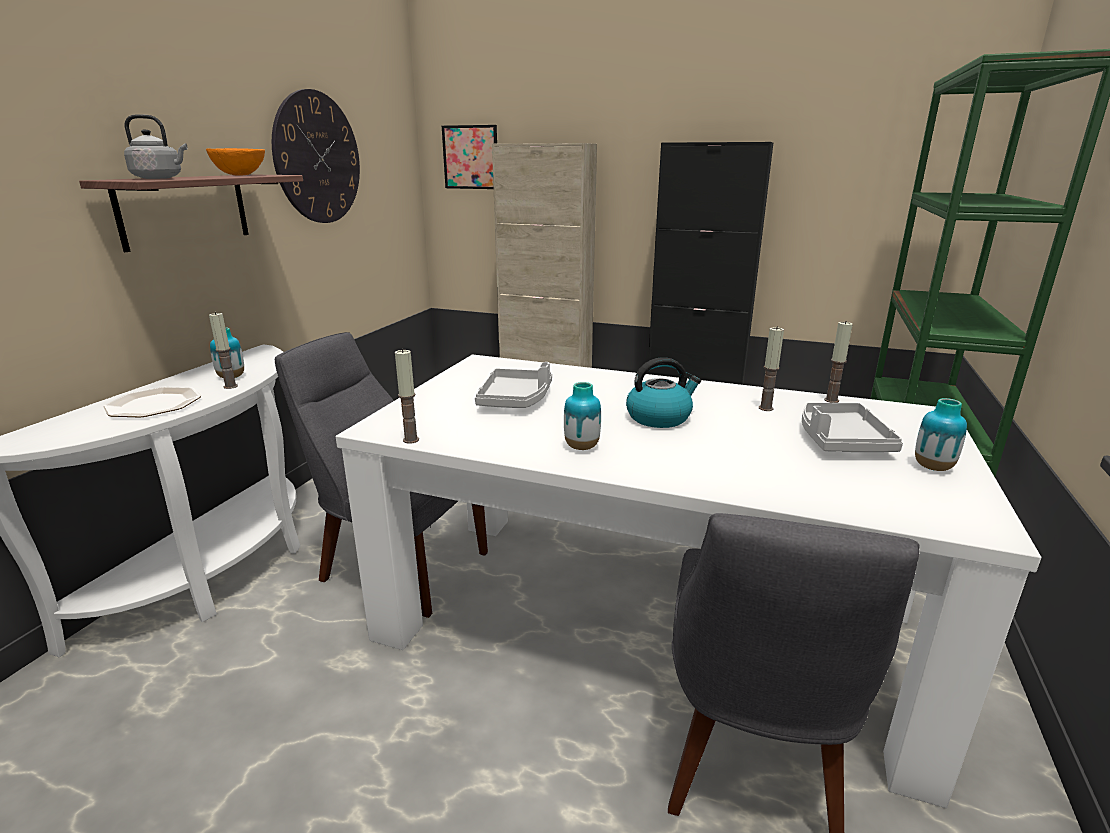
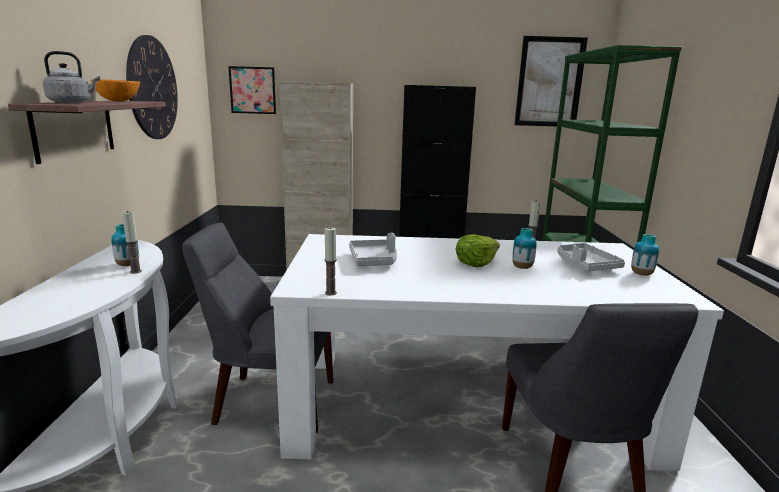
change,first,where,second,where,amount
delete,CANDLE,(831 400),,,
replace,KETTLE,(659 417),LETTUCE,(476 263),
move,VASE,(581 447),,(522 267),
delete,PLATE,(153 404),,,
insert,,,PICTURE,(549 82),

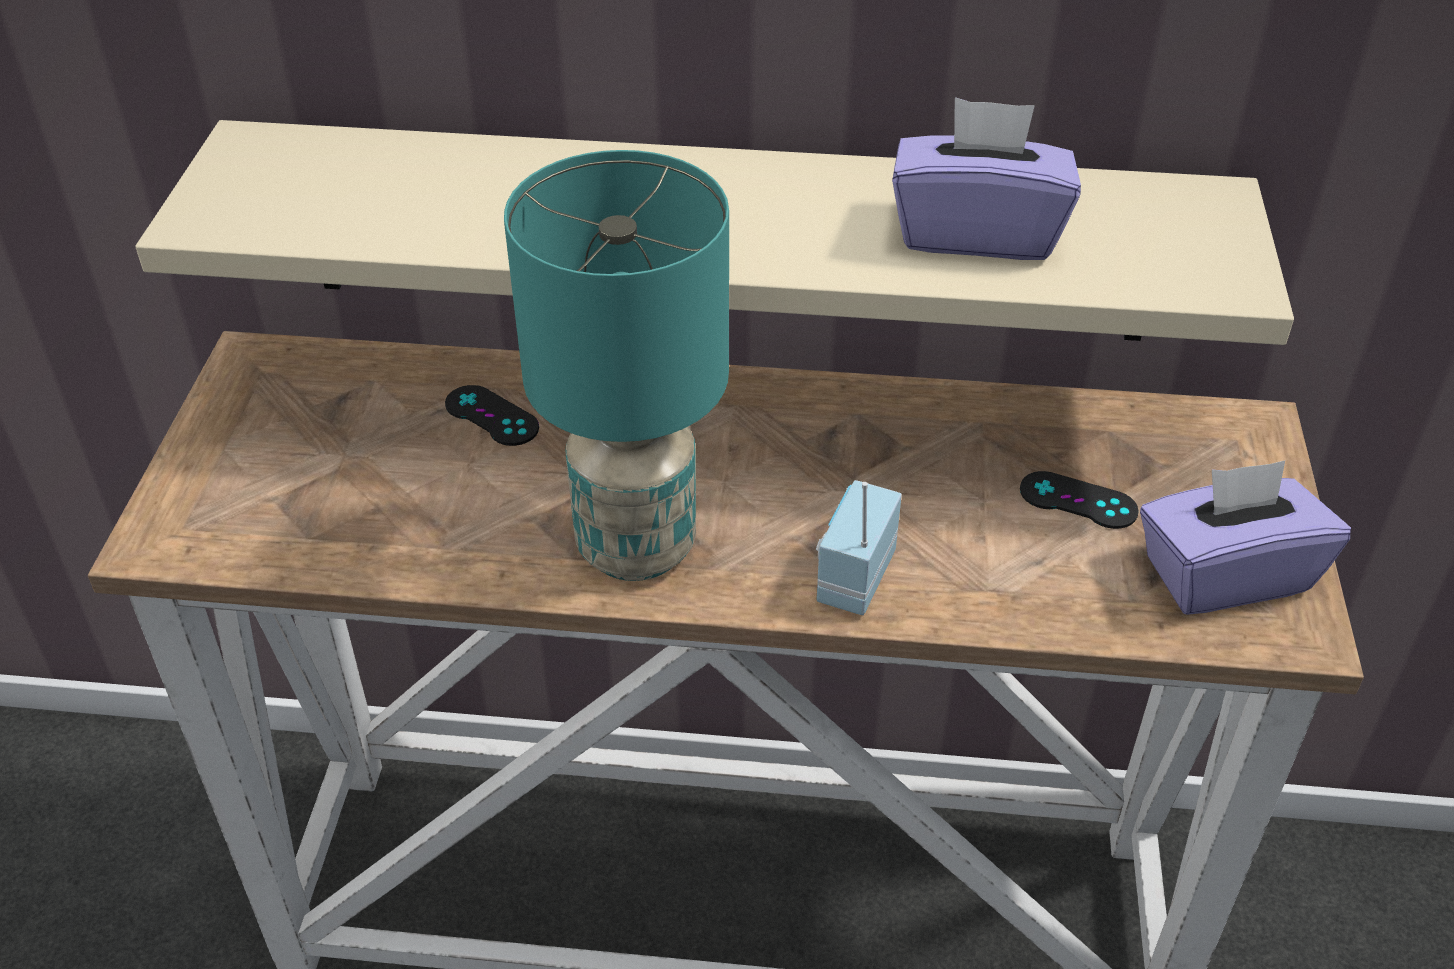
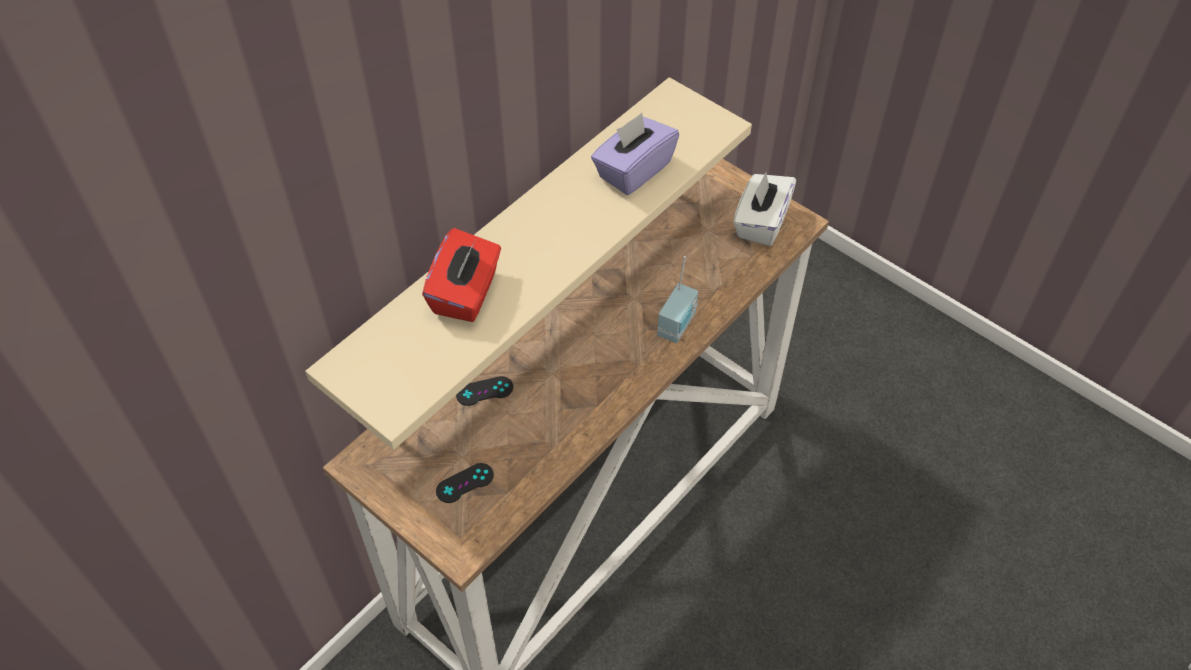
change,first,where,second,where,amount
delete,TURQUOISE TABLE LAMP,(636 544),,,
recolor,PURPLE TISSUE BOX,(1225 574),WHITE TISSUE BOX,(761 222),
move,BLACK GAME CONTROLLER,(1078 501),,(465 483),
rotate,RADIO,(852 577),,(678 325),120 degrees counterclockwise
insert,,,RED TISSUE BOX,(466 293),

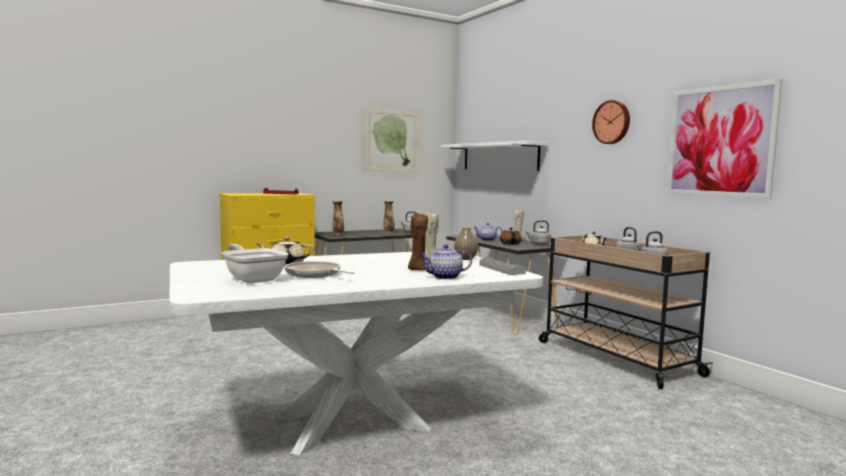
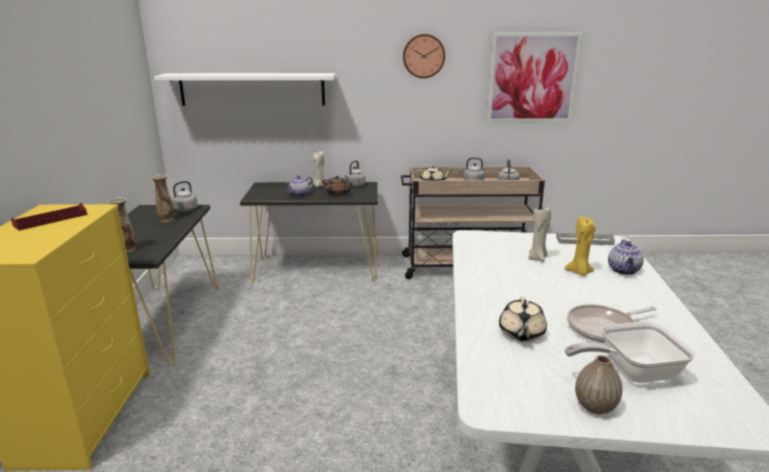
change,first,where,second,where,amount
delete,PICTURE,(392 140),,,
recolor,BROWN CANDLE,(417 269),YELLOW CANDLE,(579 272),
move,VASE,(465 259),,(595 407),

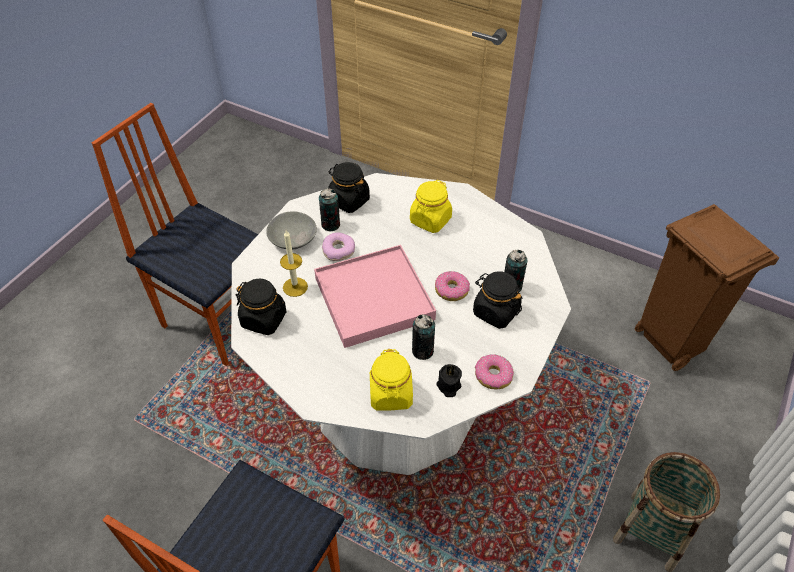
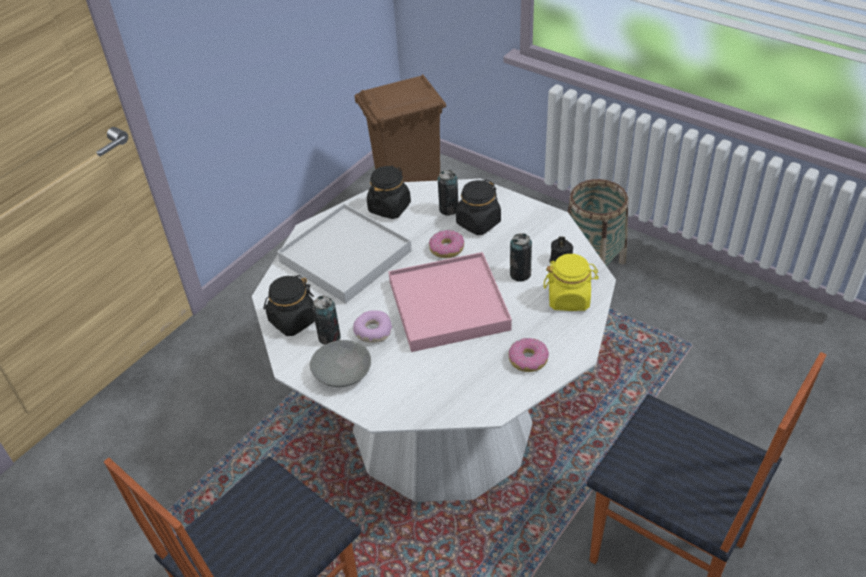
change,first,where,second,where,amount
replace,YELLOW JAR,(430 220),WHITE TRAY,(345 256),
delete,CANDLE,(295 287),,,
move,BLACK JAR,(264 319),,(389 207),
move,DONUT,(493 376),,(528 360),

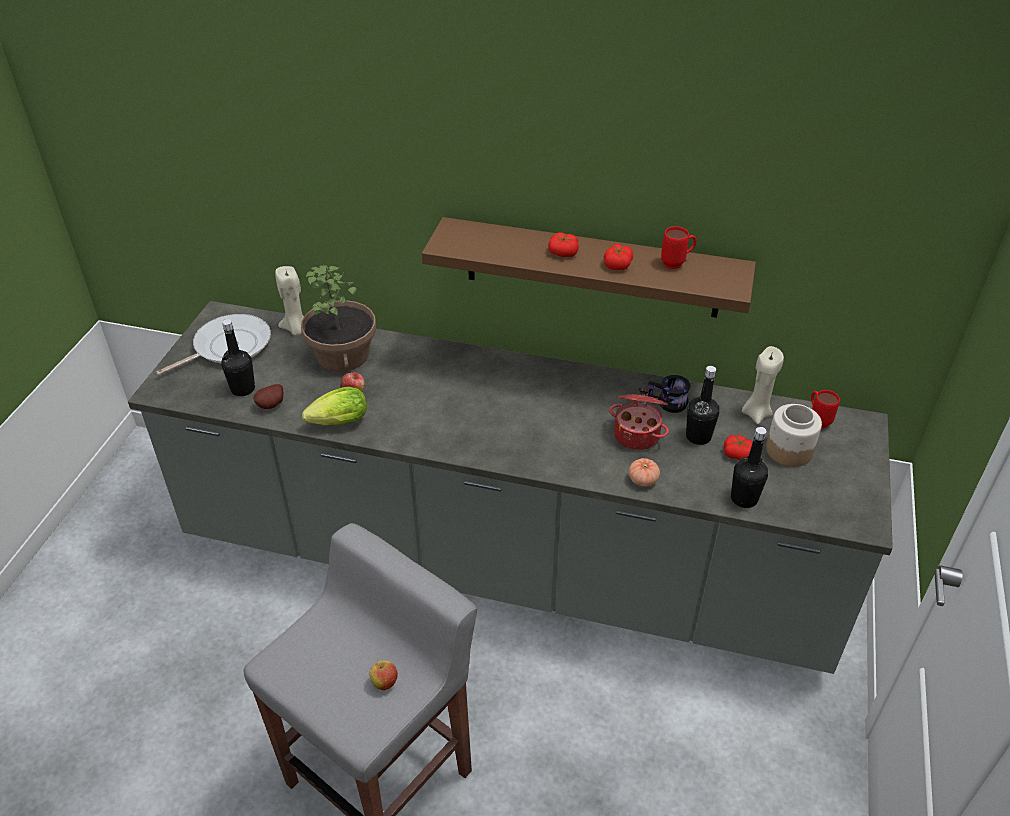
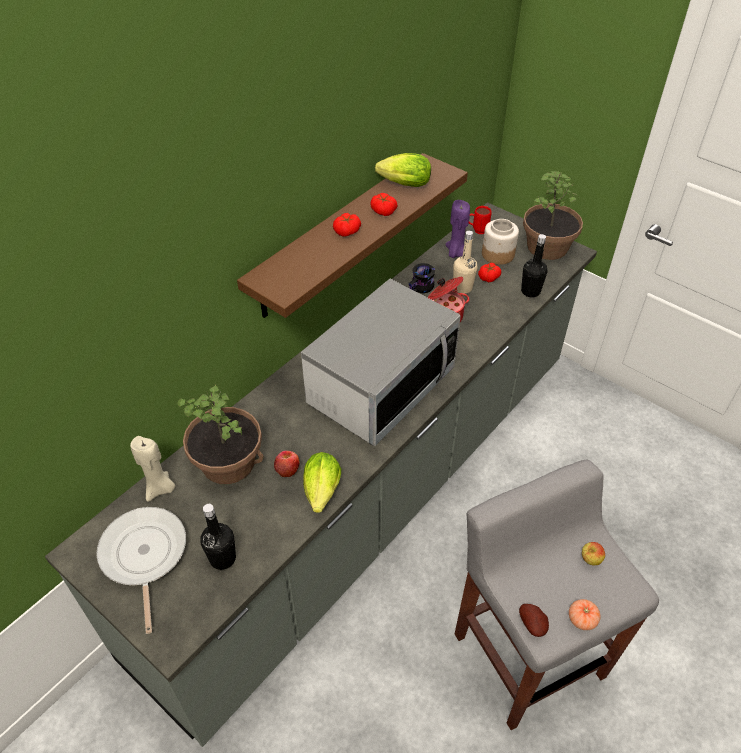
change,first,where,second,where,amount
replace,RED MUG,(677 263),LETTUCE,(402 184),
recolor,BEIGE CANDLE,(756 413),PURPLE CANDLE,(455 253),
recolor,BLACK BOTTLE,(698 436),BEIGE BOTTLE,(462 288),
move,POTATO,(272 405),,(533 625),
move,TOMATO,(643 480),,(582 619),
insert,,,POTTED PLANT,(548 247),
insert,,,MICROWAVE,(381 387),

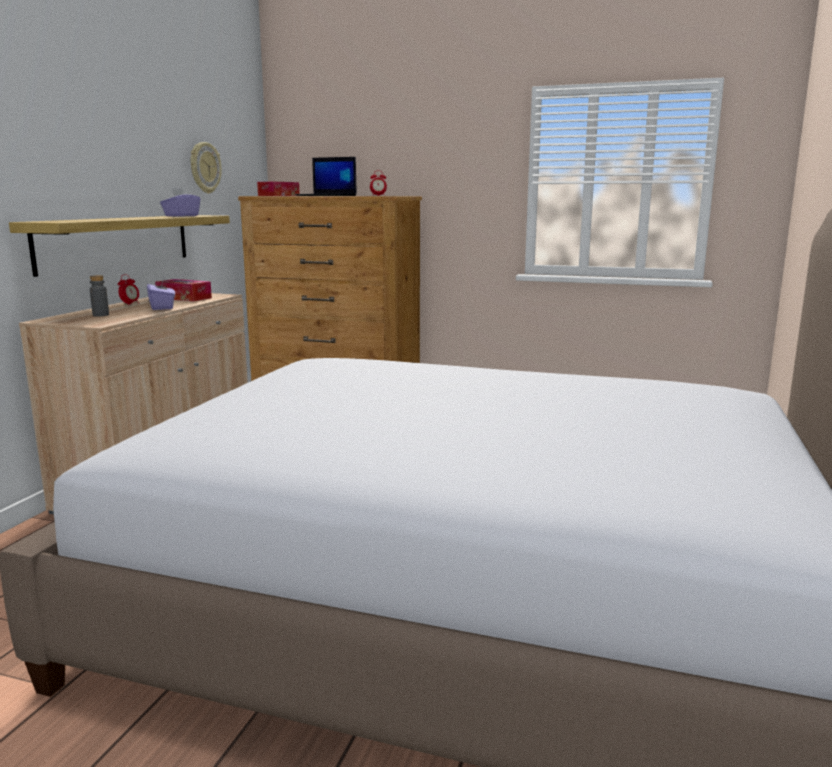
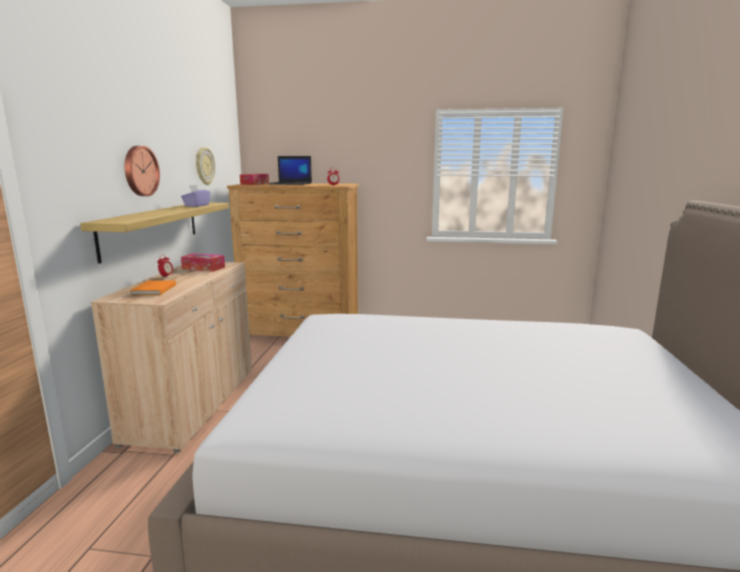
change,first,where,second,where,amount
replace,GREY BOTTLE,(101 315),ORANGE BOOK,(153 290),
delete,PURPLE TISSUE BOX,(162 307),,,
insert,,,WALL CLOCK,(140 171),

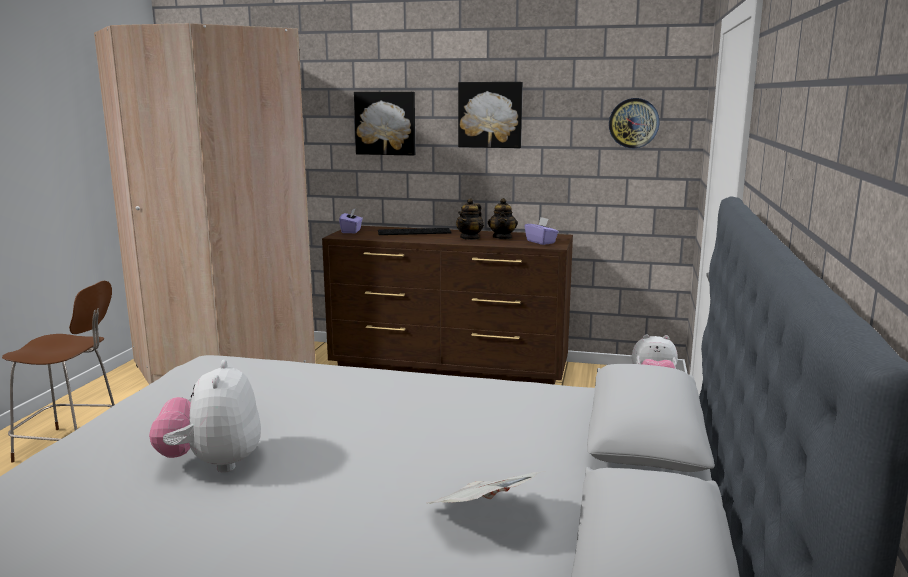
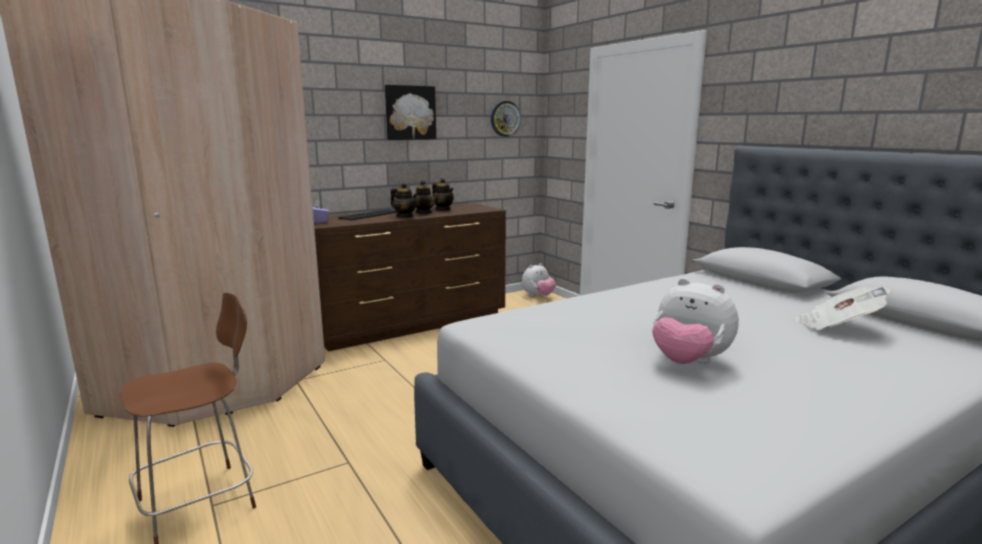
change,first,where,second,where,amount
delete,PICTURE,(385 123),,,
delete,PURPLE TISSUE BOX,(541 242),,,
insert,,,TEAPOT,(405 216),

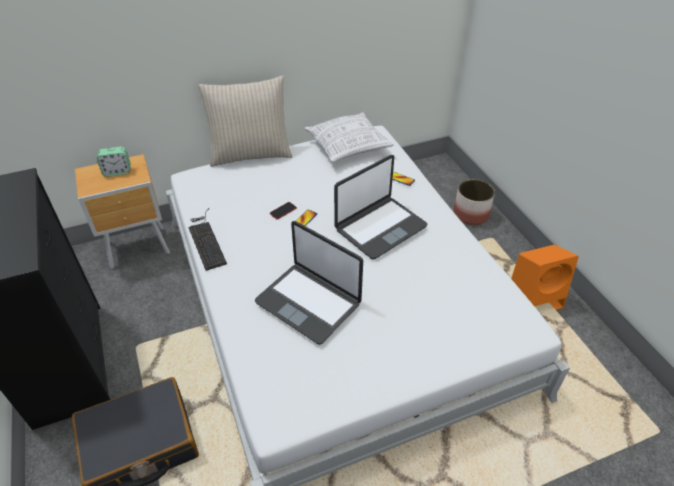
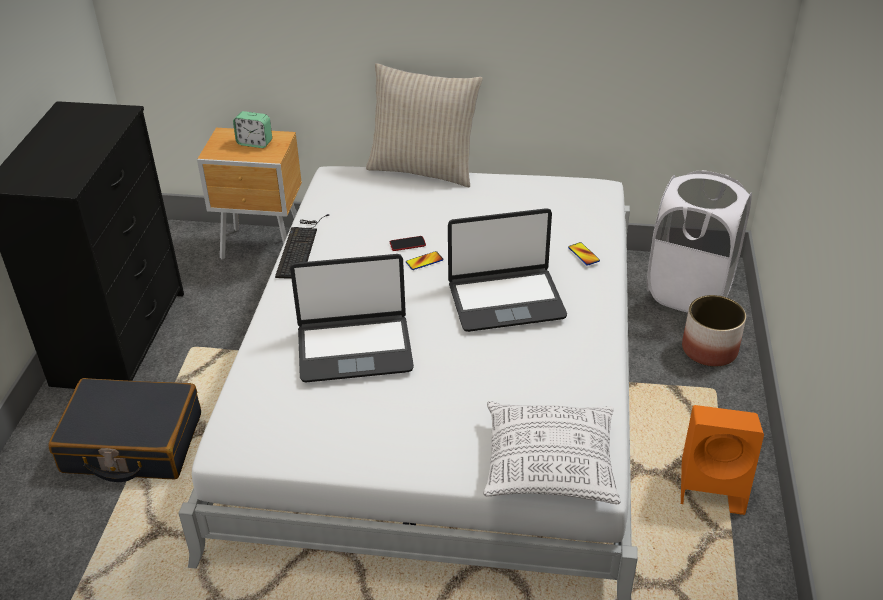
change,first,where,second,where,amount
move,PILLOW,(347 146),,(549 466),
rotate,LAPTOP,(309 302),,(354 348),75 degrees counterclockwise
insert,,,WHITE LAUNDRY BASKET,(689 291),

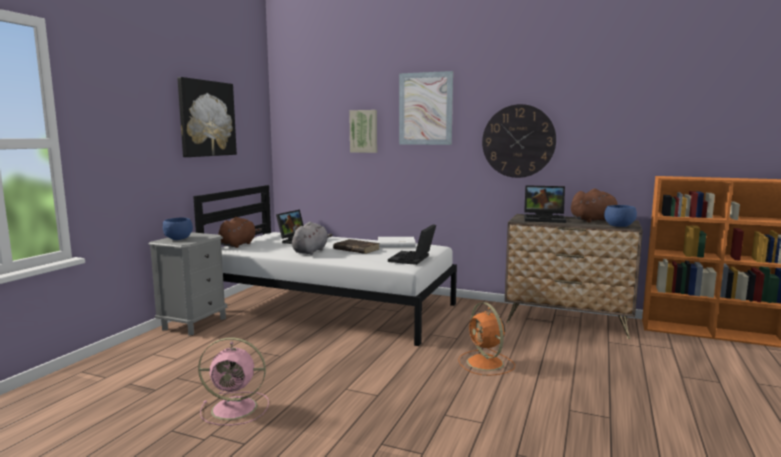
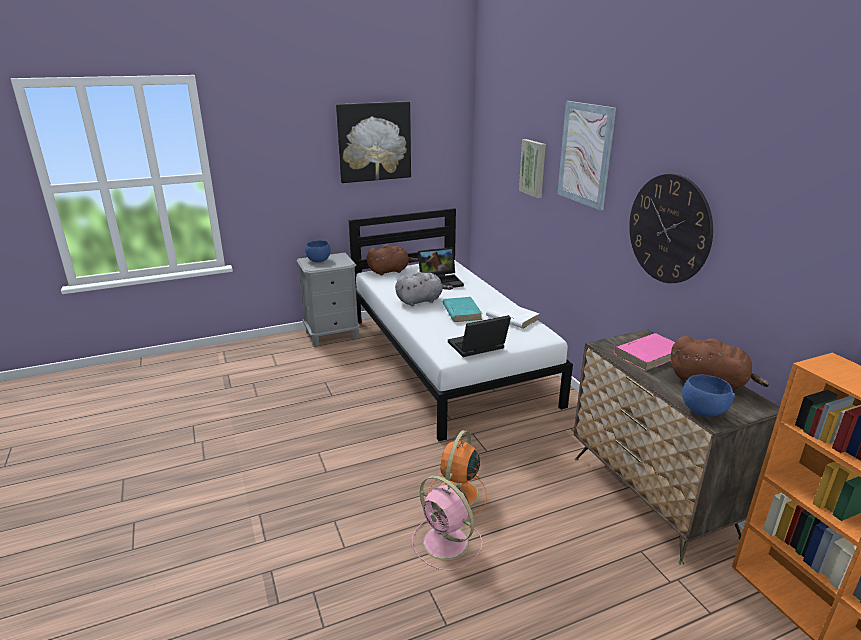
change,first,where,second,where,amount
replace,LAPTOP,(545 219),PINK BOOK,(649 354),
recolor,BROWN BOOK,(356 249),TURQUOISE BOOK,(461 312),
move,PINK FAN,(236 408),,(447 543),

